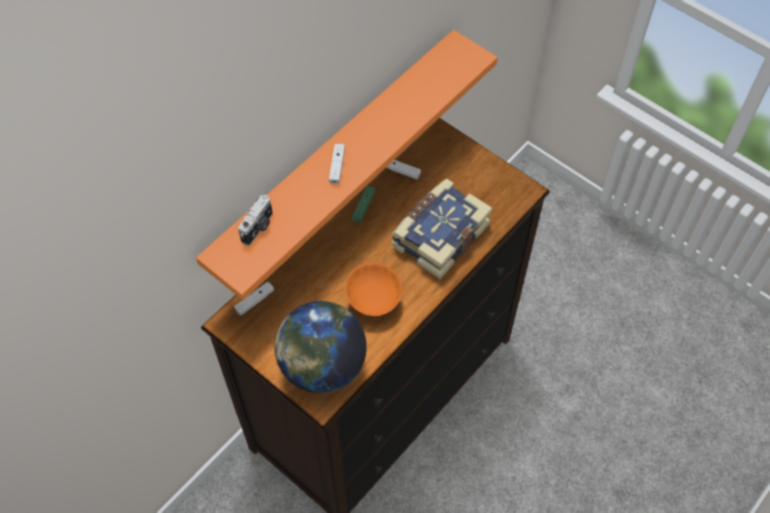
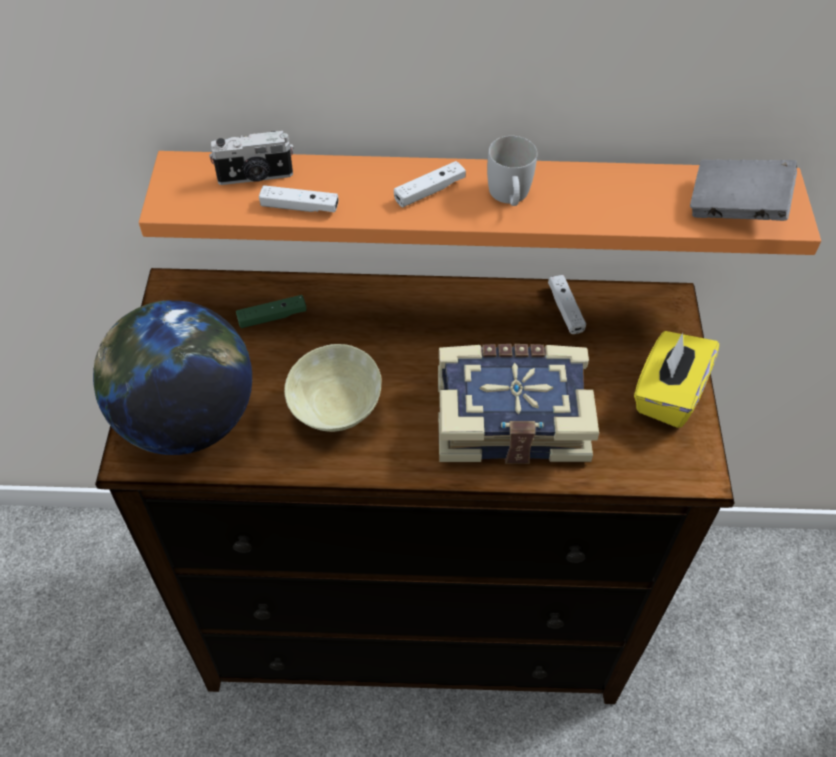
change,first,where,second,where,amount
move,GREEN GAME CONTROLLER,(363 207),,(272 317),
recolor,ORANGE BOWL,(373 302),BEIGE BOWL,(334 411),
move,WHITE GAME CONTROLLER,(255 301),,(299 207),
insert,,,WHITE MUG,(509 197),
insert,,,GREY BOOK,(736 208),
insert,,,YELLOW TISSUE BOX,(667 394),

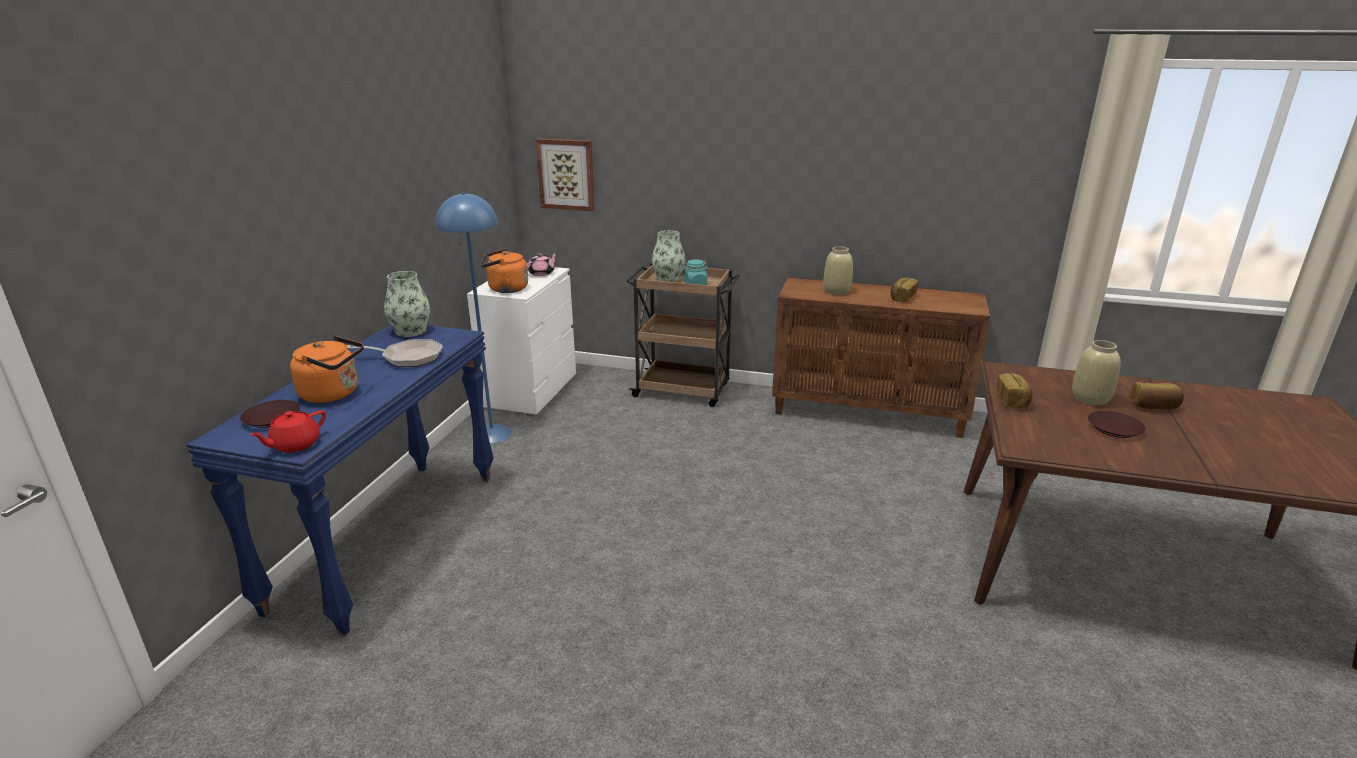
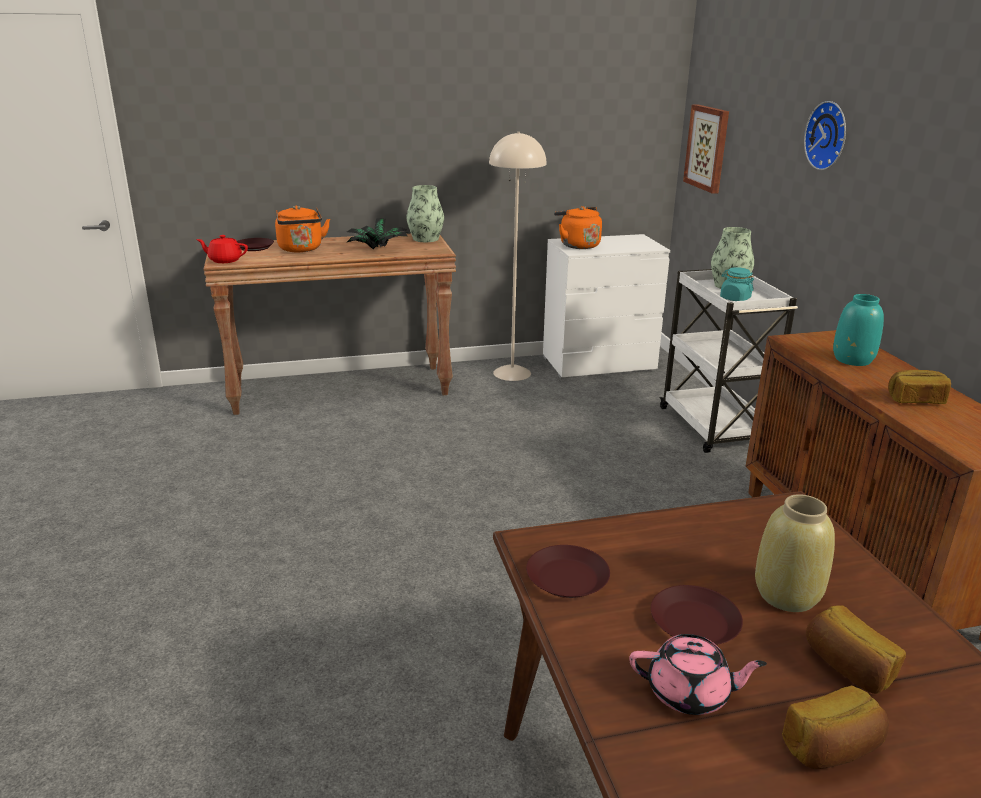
change,first,where,second,where,amount
recolor,BLUE FLOOR LAMP,(492 433),BEIGE FLOOR LAMP,(512 373),
recolor,BEIGE VASE,(836 291),TURQUOISE VASE,(852 359),
move,PINK TEAPOT,(542 273),,(690 693),
recolor,BROWN CART,(683 390),WHITE CART,(713 428),
recolor,BLUE CONSOLE TABLE,(388 538),BROWN CONSOLE TABLE,(341 389),
replace,FRYING PAN,(407 357),POTTED PLANT,(378 249),
move,BREAD,(1012 401),,(832 749),
insert,,,WALL CLOCK,(829 135),
insert,,,BROWN PLATE,(566 579),

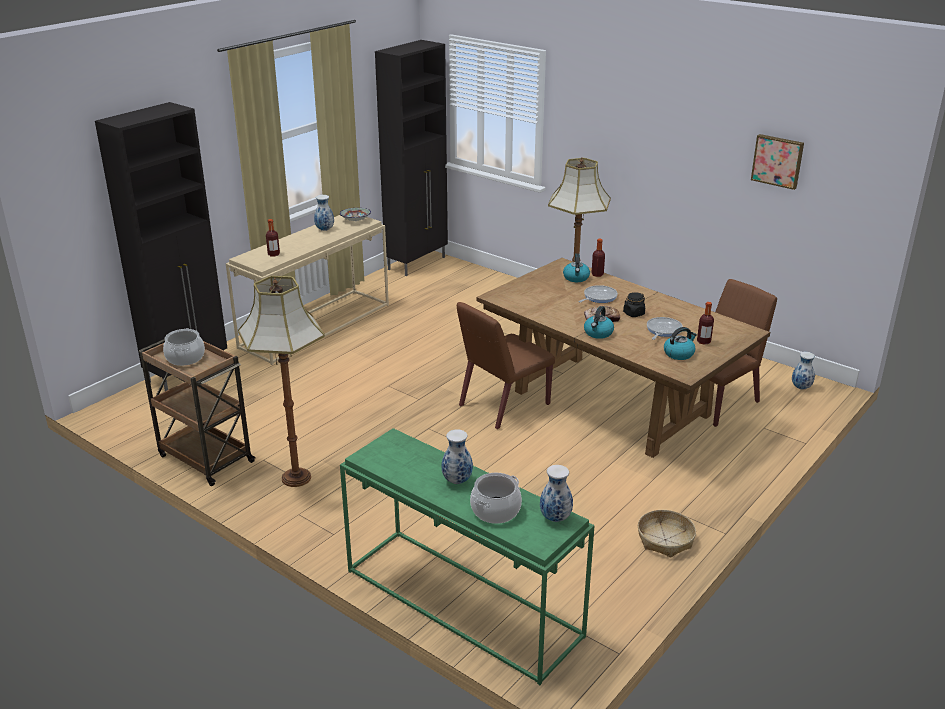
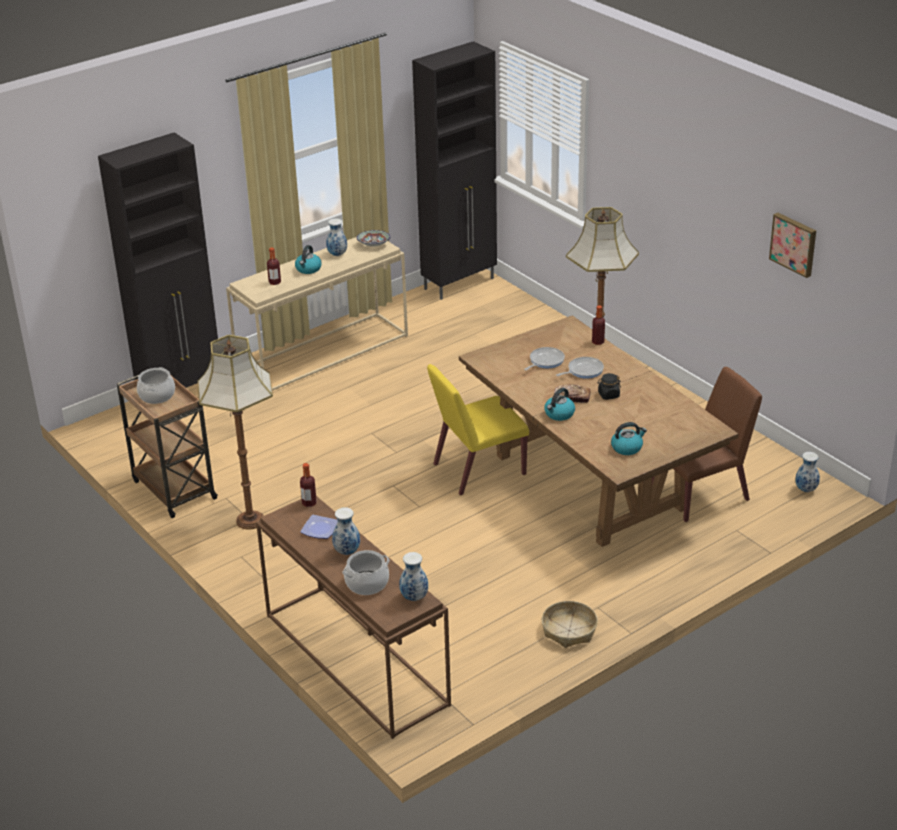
change,first,where,second,where,amount
move,KETTLE,(576 278),,(308 269),
recolor,BROWN CHAIR,(503 405),YELLOW CHAIR,(478 470),
move,BOTTLE,(703 342),,(309 503),
move,FRYING PAN,(663 330),,(545 361),
recolor,GREEN CONSOLE TABLE,(460 603),BROWN CONSOLE TABLE,(353 659),
insert,,,PLATE,(319 529),

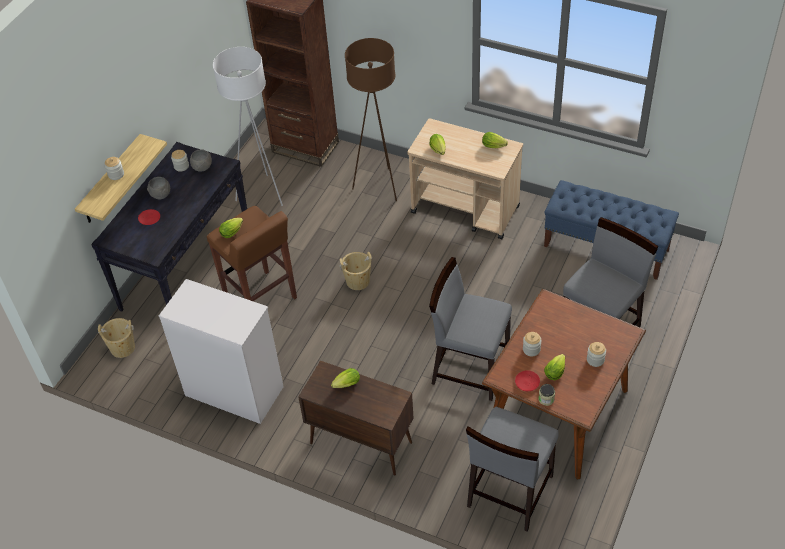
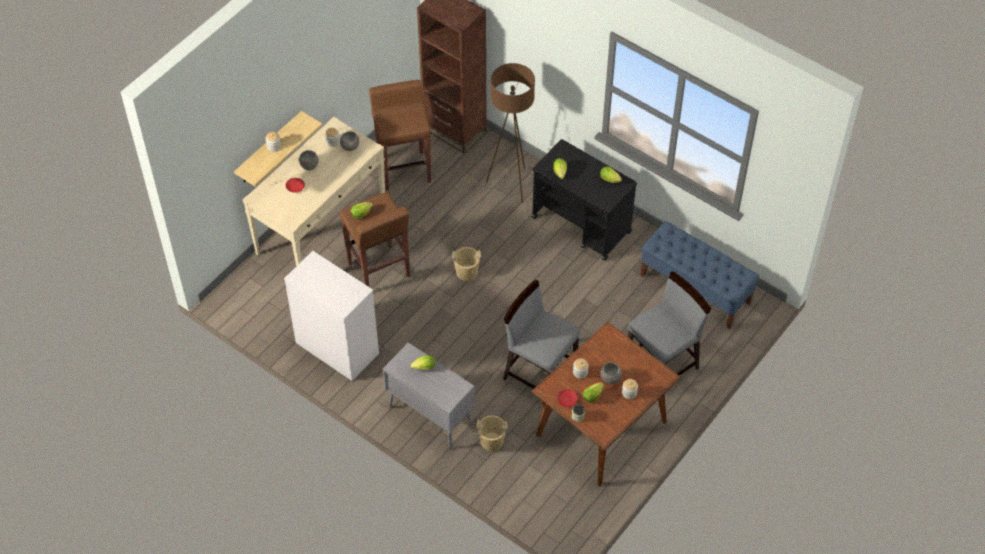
change,first,where,second,where,amount
replace,WHITE FLOOR LAMP,(262 194),BROWN STOOL,(404 169),
recolor,BEIGE CART,(466 210),BLACK CART,(582 225),
recolor,BLACK CONSOLE TABLE,(187 269),BEIGE CONSOLE TABLE,(321 228),
move,BEIGE BUCKET,(122 348),,(492 441),
recolor,BROWN CABINET,(360 443),GREY CABINET,(429 415),
delete,GREY CHAIR,(509 491),,,
insert,,,GREY BOWL,(611 378),

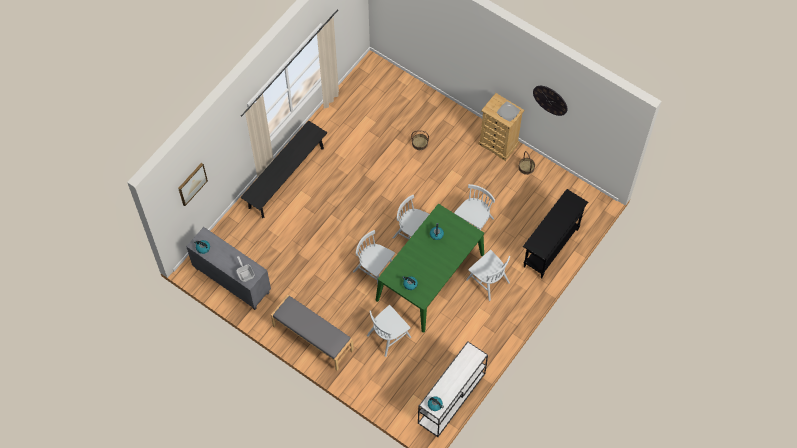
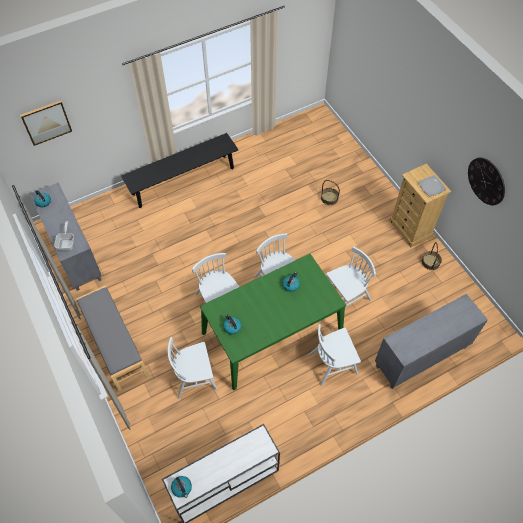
change,first,where,second,where,amount
replace,BLACK CONSOLE TABLE,(550 248),GREY CABINET,(421 357),
rotate,WHITE CHAIR,(487 281),,(333 363),90 degrees clockwise

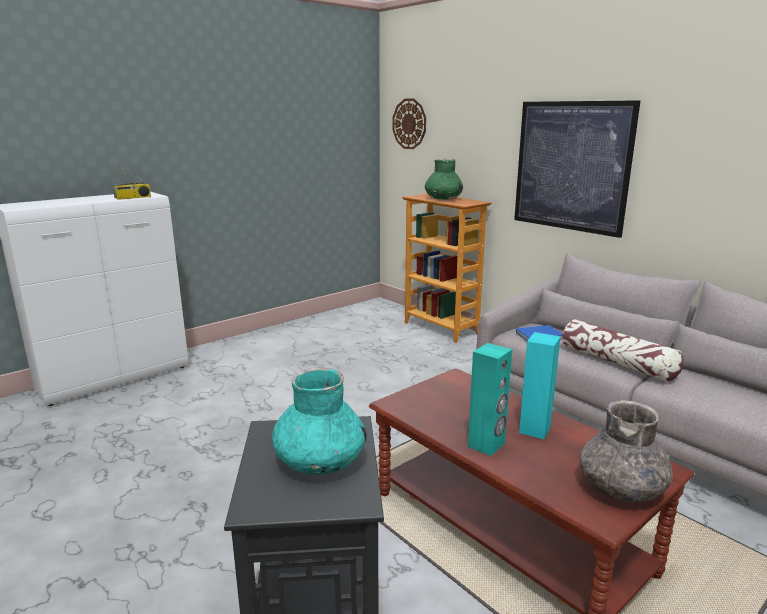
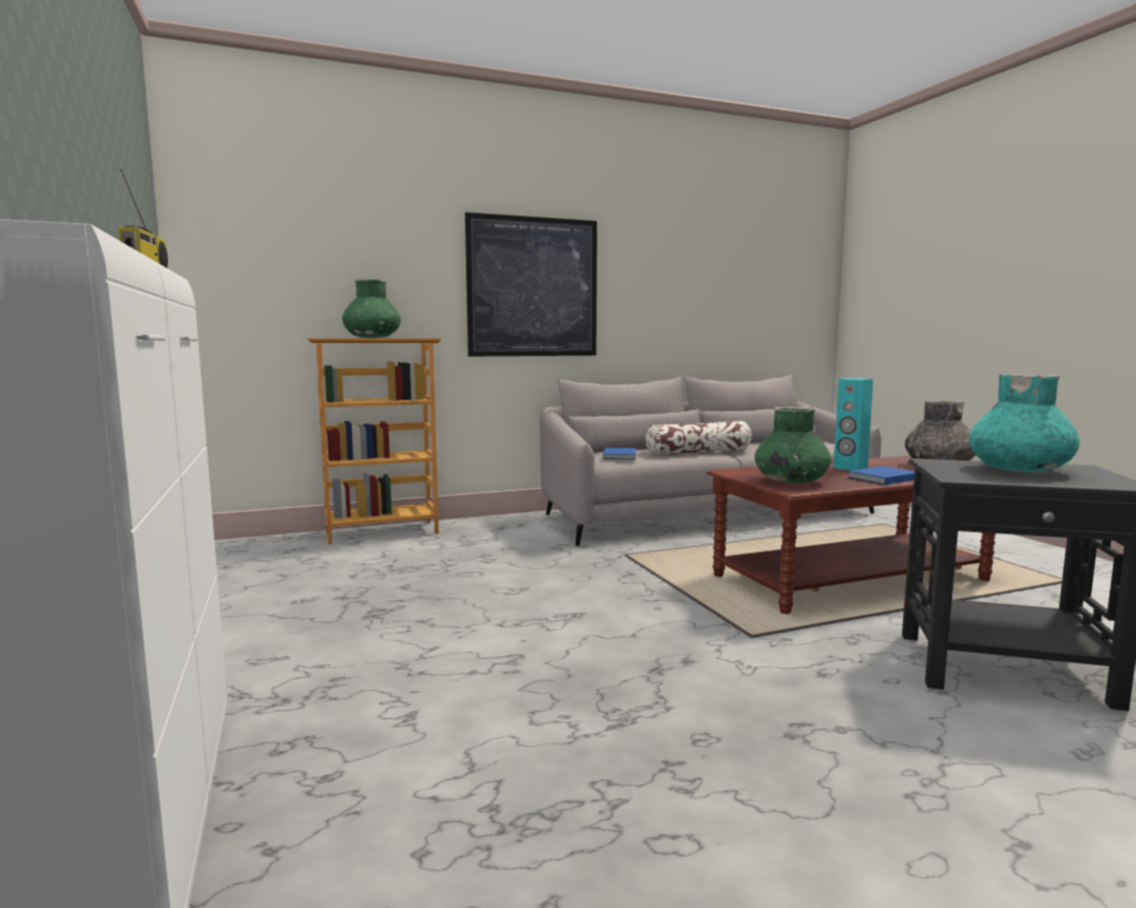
change,first,where,second,where,amount
delete,WALL CLOCK,(409 124),,,
replace,TURQUOISE SPEAKER,(486 445),BLUE BOOK,(881 478),
insert,,,GREEN VASE,(790 481),

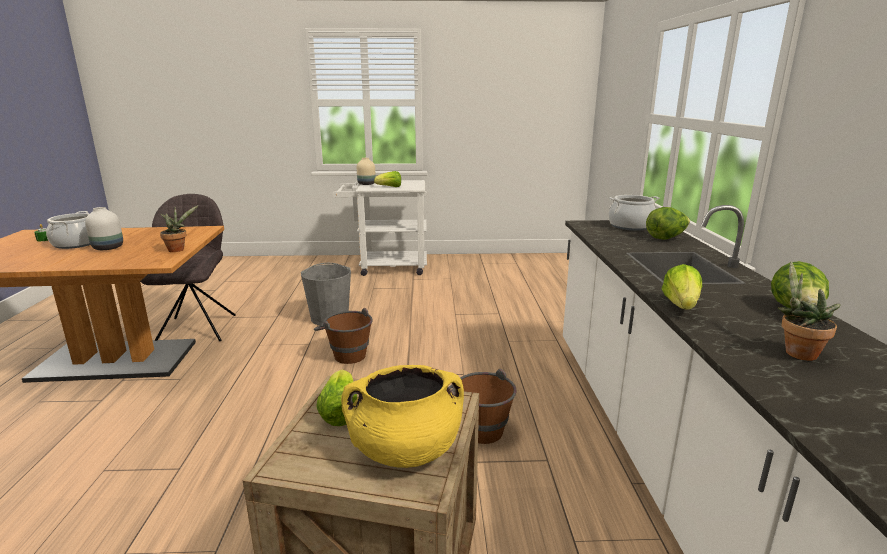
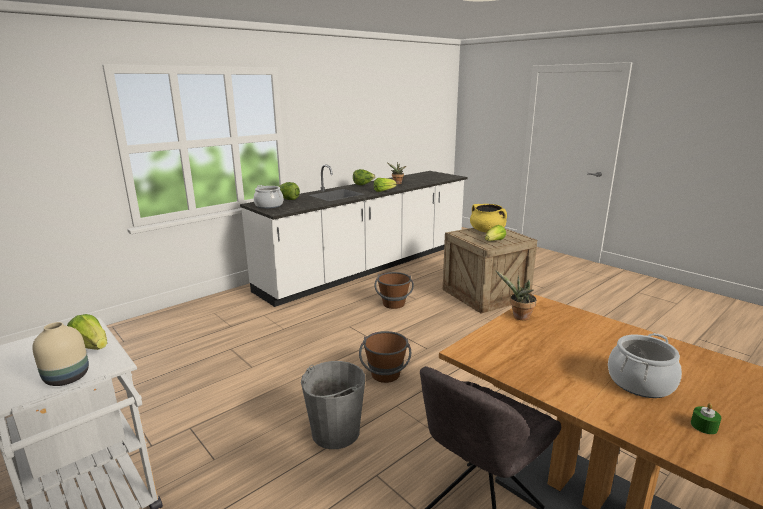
change,first,where,second,where,amount
delete,WHITE VASE,(109 248),,,

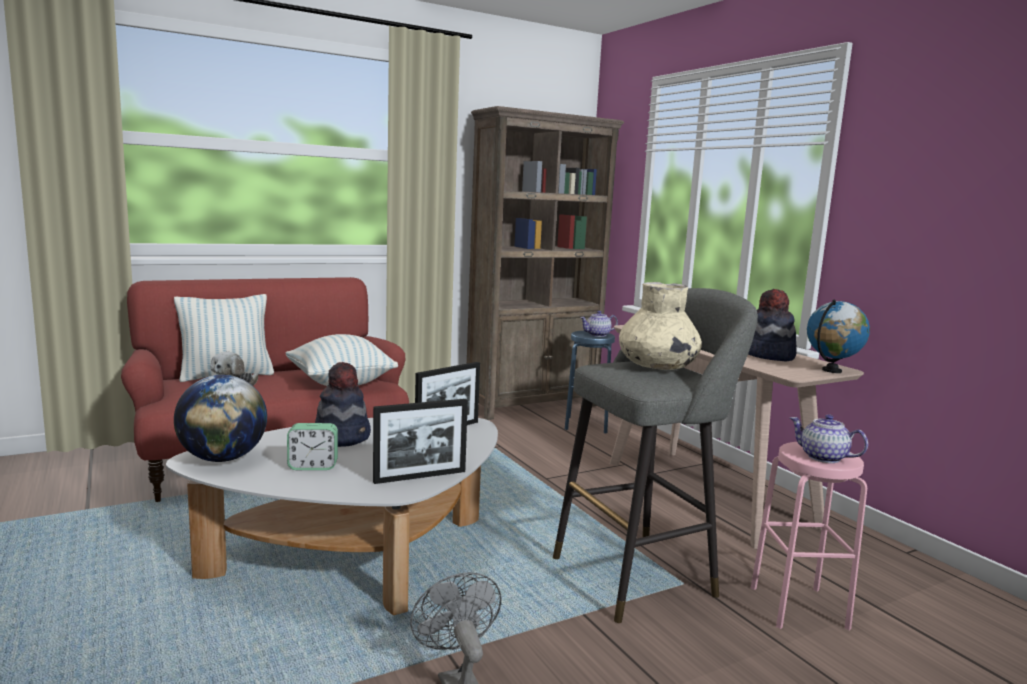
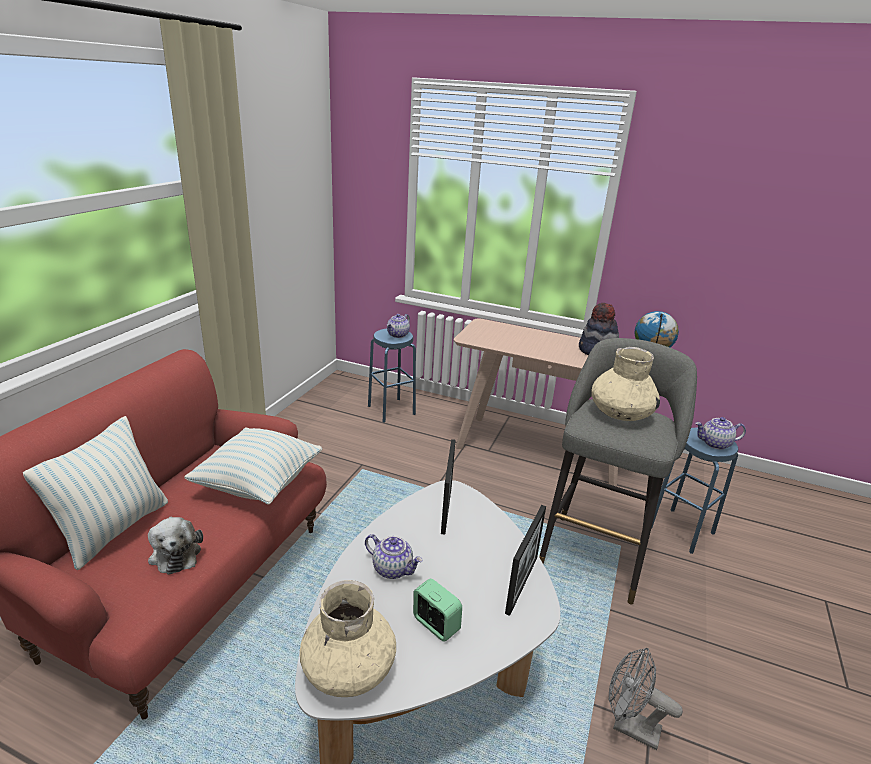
change,first,where,second,where,amount
delete,BROWN BOOKCASE,(533 405),,,
replace,HAT,(342 437),TEAPOT,(393 569),
replace,GLOBE,(223 458),BEIGE VASE,(349 668),
rotate,ALARM CLOCK,(313 466),,(435 625),90 degrees counterclockwise
recolor,PINK STOOL,(798 607),BLUE STOOL,(681 530),

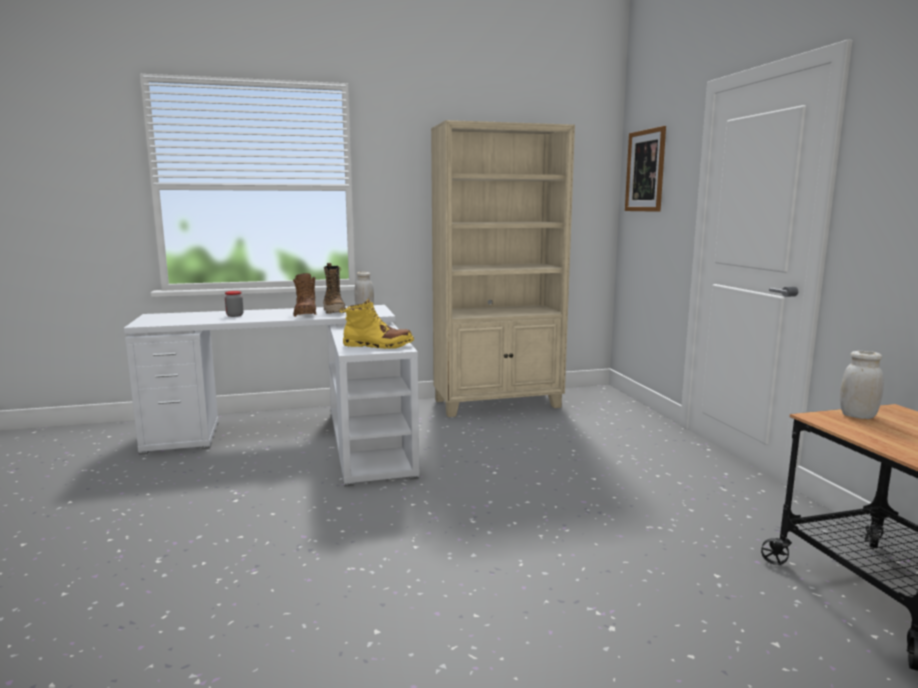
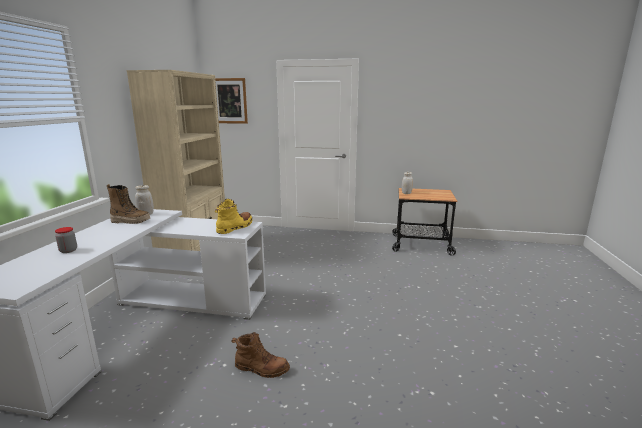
change,first,where,second,where,amount
move,BROWN BOOT,(305 314),,(261 368),

